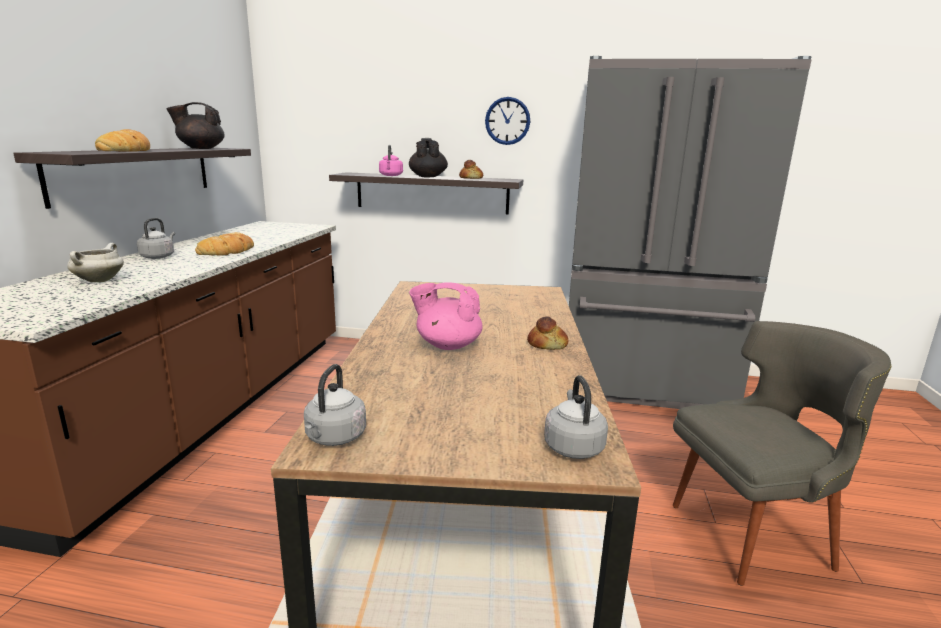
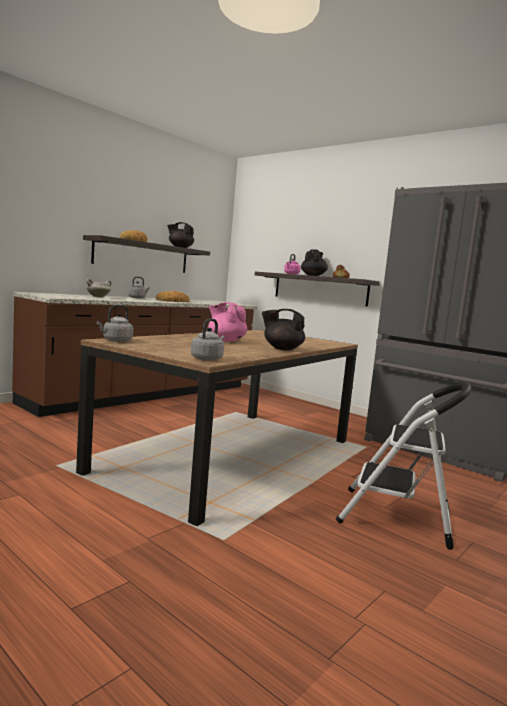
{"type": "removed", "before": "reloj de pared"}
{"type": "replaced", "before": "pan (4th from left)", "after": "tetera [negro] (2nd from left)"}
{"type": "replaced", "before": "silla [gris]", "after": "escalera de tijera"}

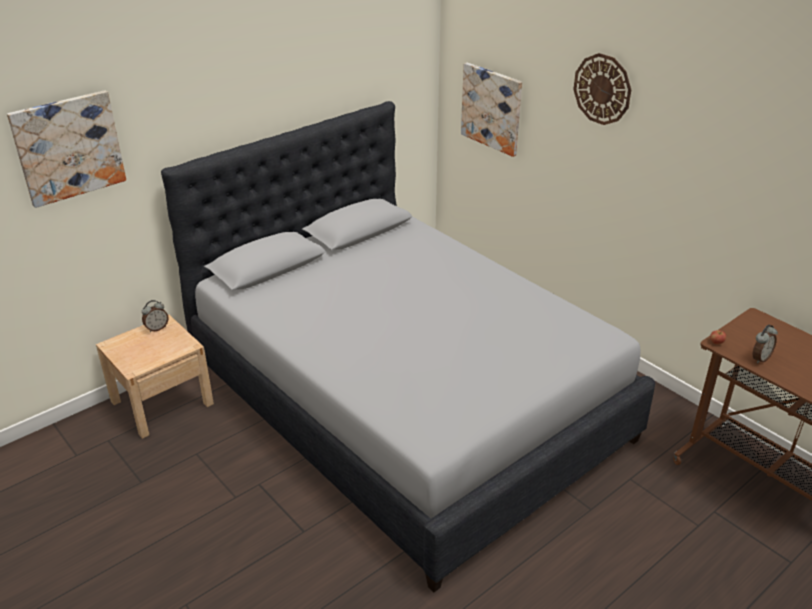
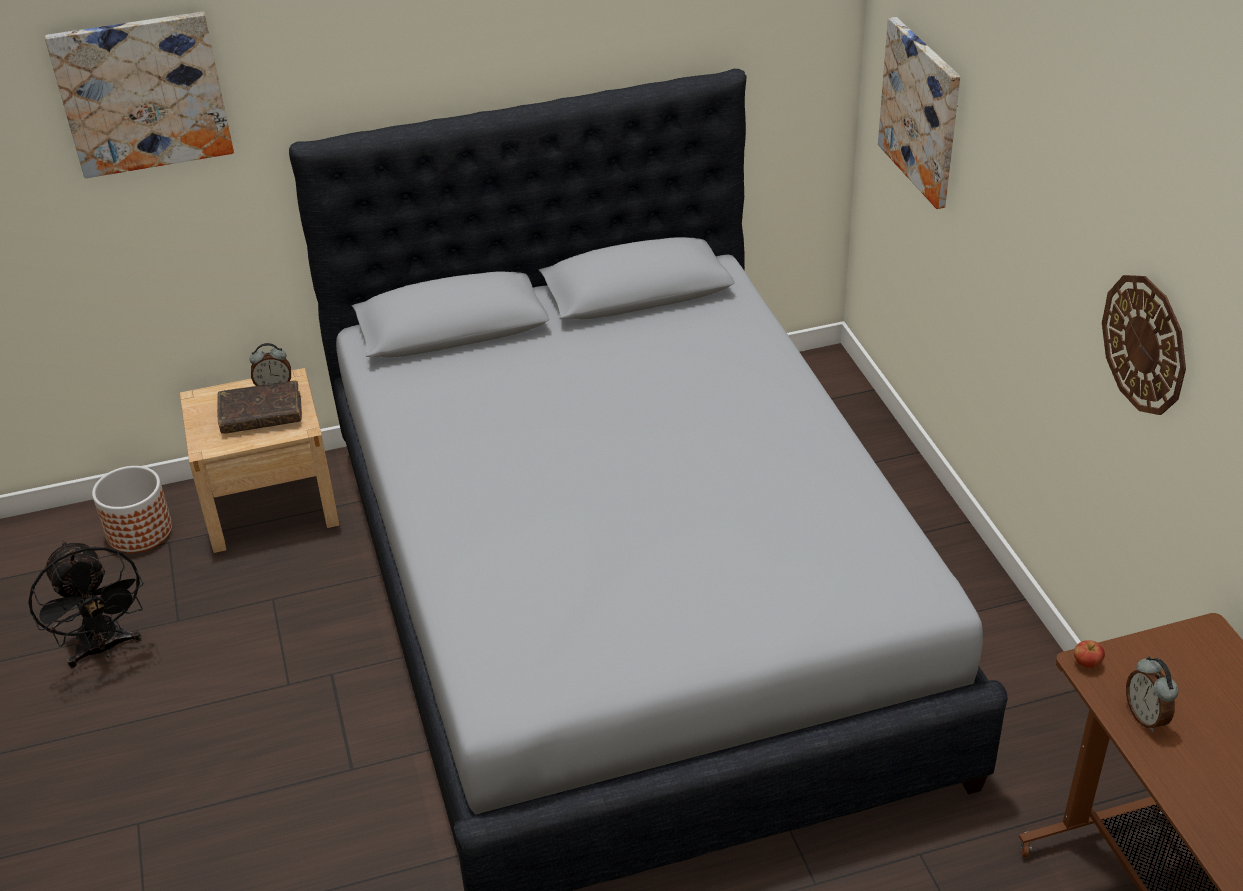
{"type": "moved", "before": "reloj de pared"}
{"type": "turned", "before": "despertador (2nd from left)", "turn": 90}
{"type": "added", "after": "libro [marrón]"}
{"type": "added", "after": "maceta"}
{"type": "added", "after": "ventilador [negro]"}

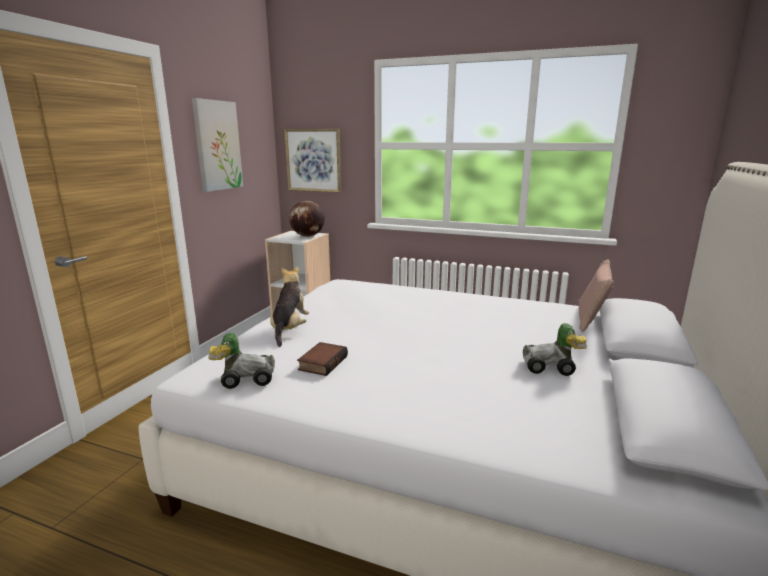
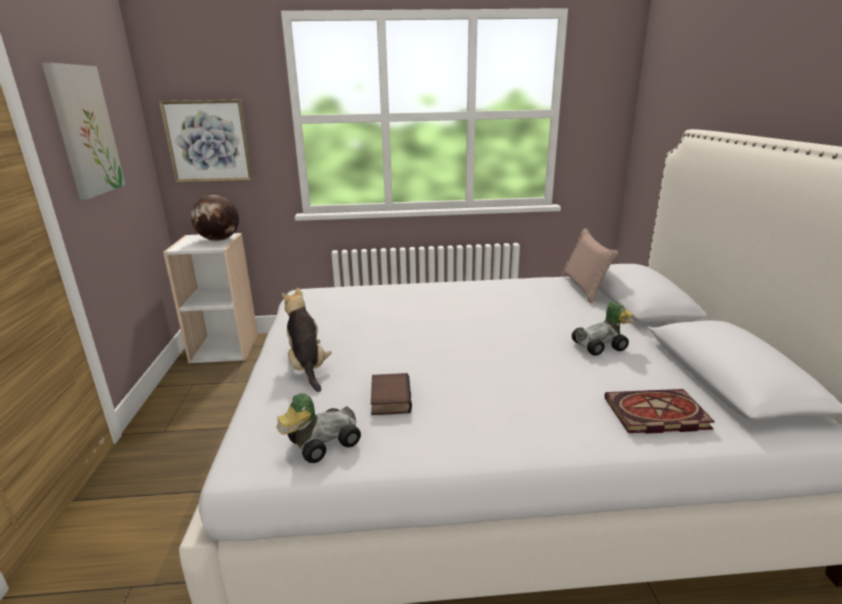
{"type": "added", "after": "libro (2nd from left)"}

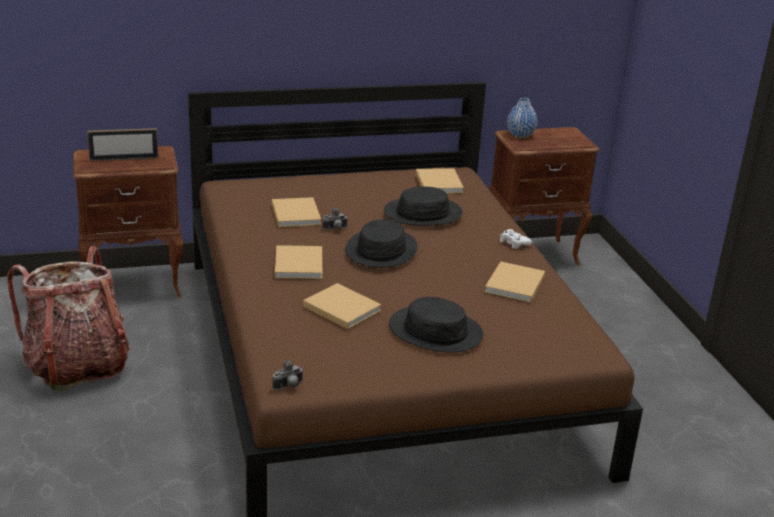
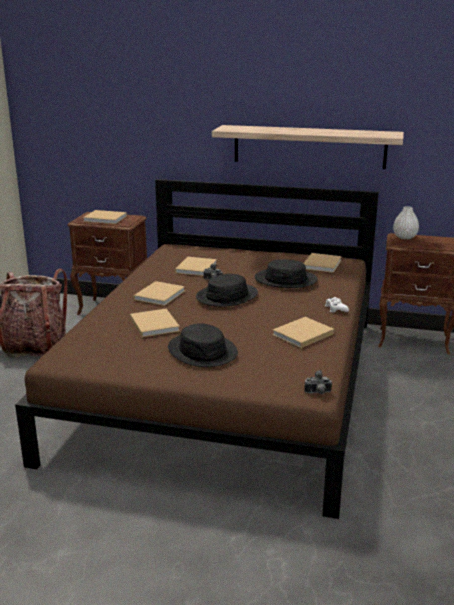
{"type": "recoloured", "before": "florero [azul]", "after": "florero [blanco]"}
{"type": "replaced", "before": "portarretratos", "after": "libro [beis] (1st from left)"}
{"type": "moved", "before": "cámara (1st from left in the first image)", "after": "cámara (2nd from left)"}
{"type": "added", "after": "estante"}

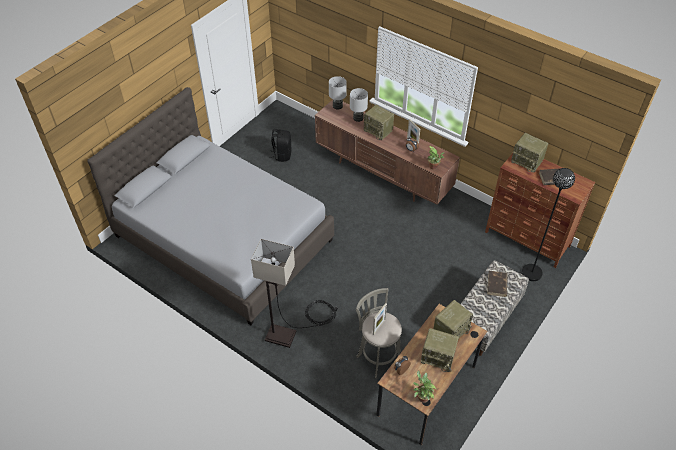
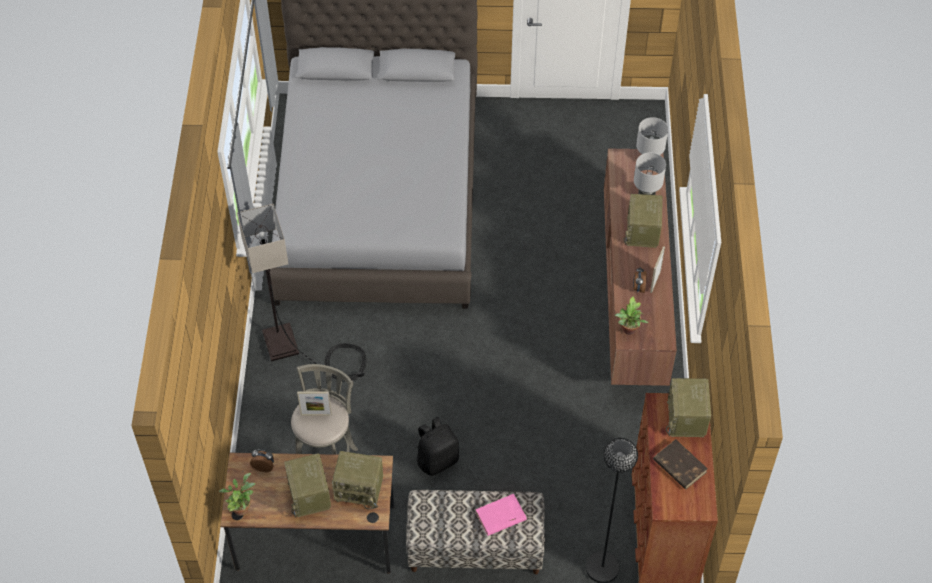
{"type": "moved", "before": "mochila [negro]"}
{"type": "recoloured", "before": "libro [marrón] (1st from left)", "after": "libro [rosa]"}

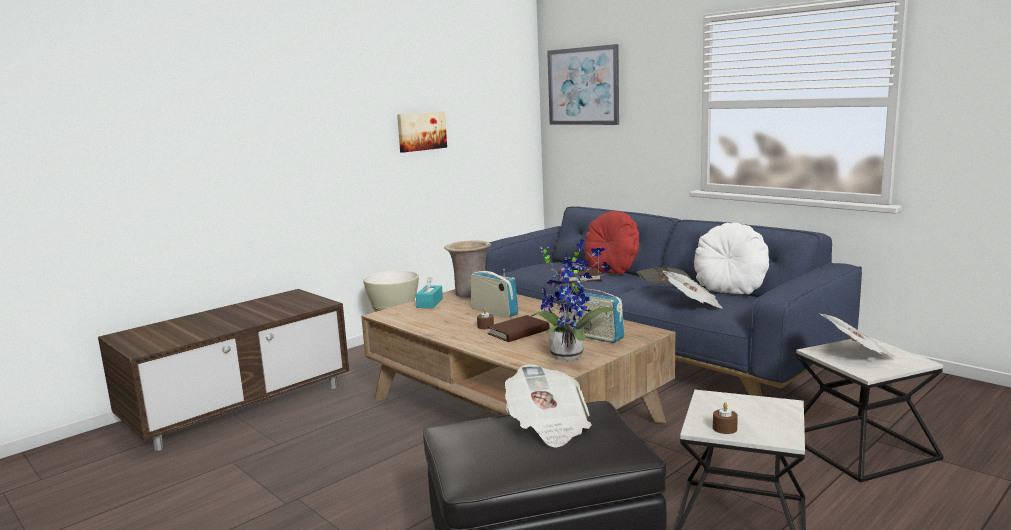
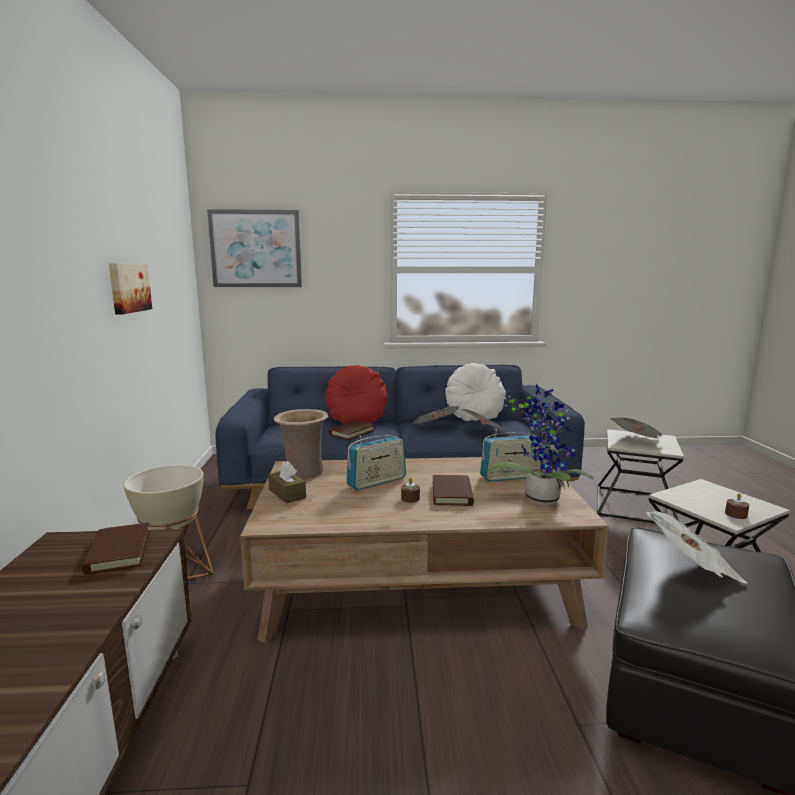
{"type": "turned", "before": "radio (1st from left)", "turn": 150}
{"type": "recoloured", "before": "caja de pañuelos [turquesa]", "after": "caja de pañuelos [marrón]"}
{"type": "added", "after": "libro [marrón] (1st from left)"}

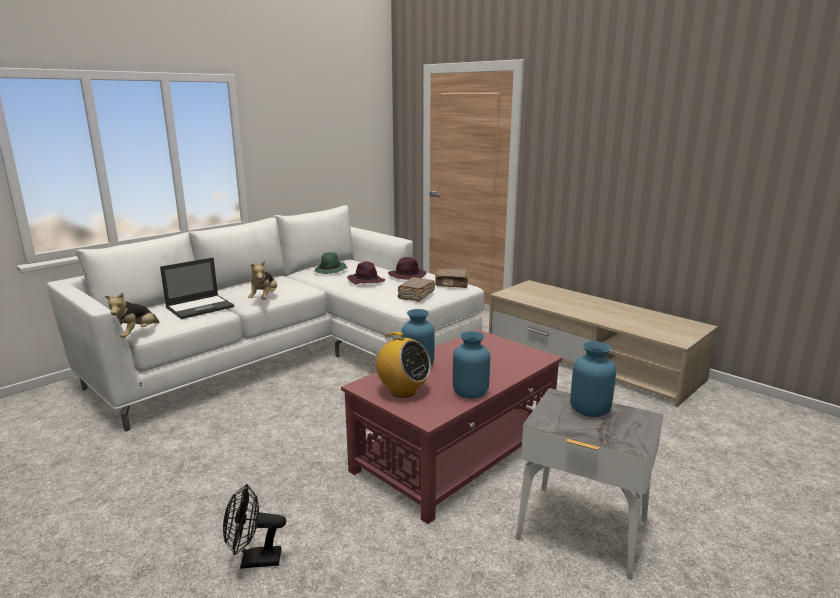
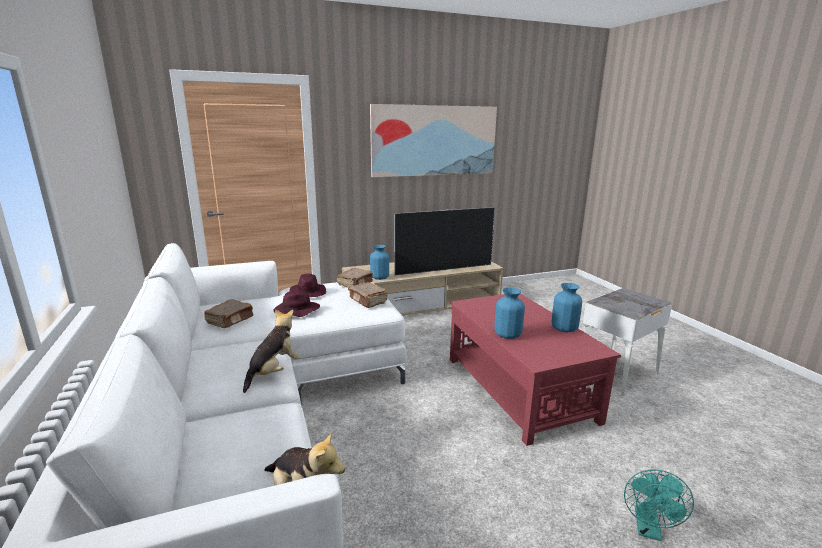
{"type": "replaced", "before": "sombrero [verde]", "after": "libro [marrón] (1st from left)"}
{"type": "removed", "before": "portátil"}
{"type": "turned", "before": "peluche (2nd from left in the first image)", "turn": -90}
{"type": "removed", "before": "radio"}
{"type": "moved", "before": "florero [azul] (3rd from left in the first image)", "after": "florero [azul] (1st from left)"}
{"type": "recoloured", "before": "ventilador [negro]", "after": "ventilador [turquesa]"}
{"type": "added", "after": "cuadro"}
{"type": "added", "after": "televisor"}

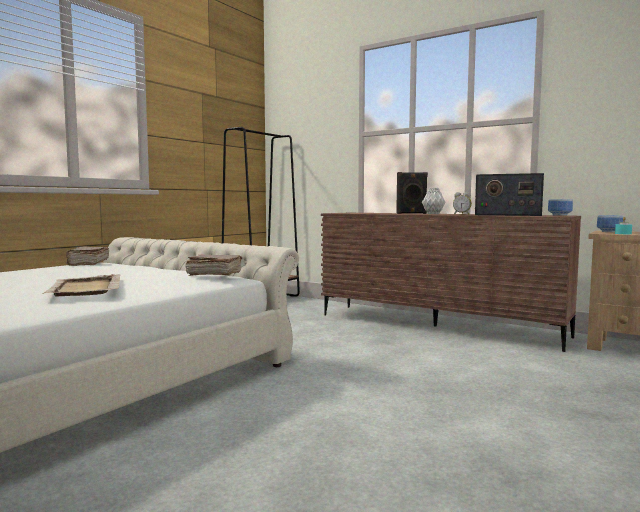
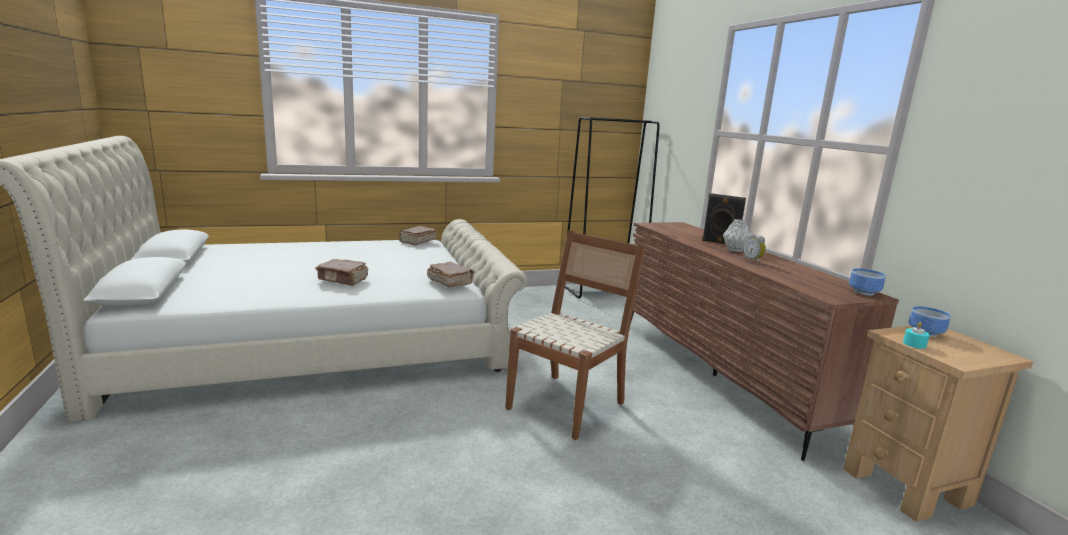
{"type": "removed", "before": "radio"}
{"type": "replaced", "before": "bandeja [beis]", "after": "libro [marrón] (1st from left)"}
{"type": "added", "after": "silla"}

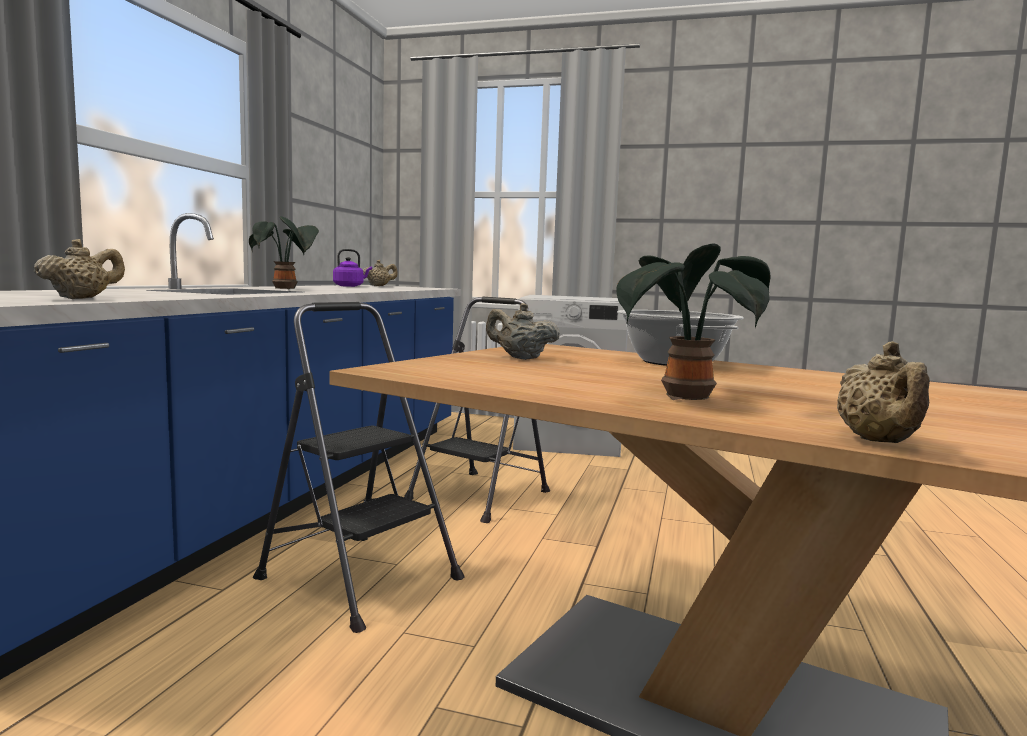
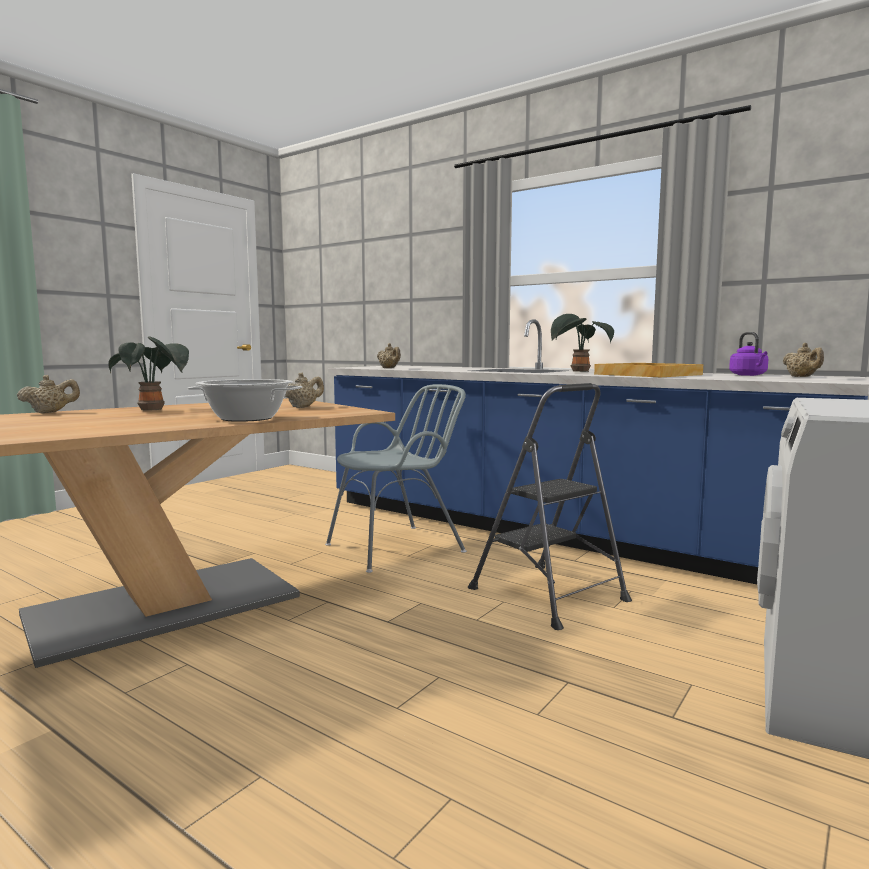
{"type": "replaced", "before": "escalera de tijera [negro] (1st from left)", "after": "silla [gris]"}
{"type": "turned", "before": "tetera [beis] (4th from left in the first image)", "turn": 120}
{"type": "added", "after": "bandeja [beis]"}

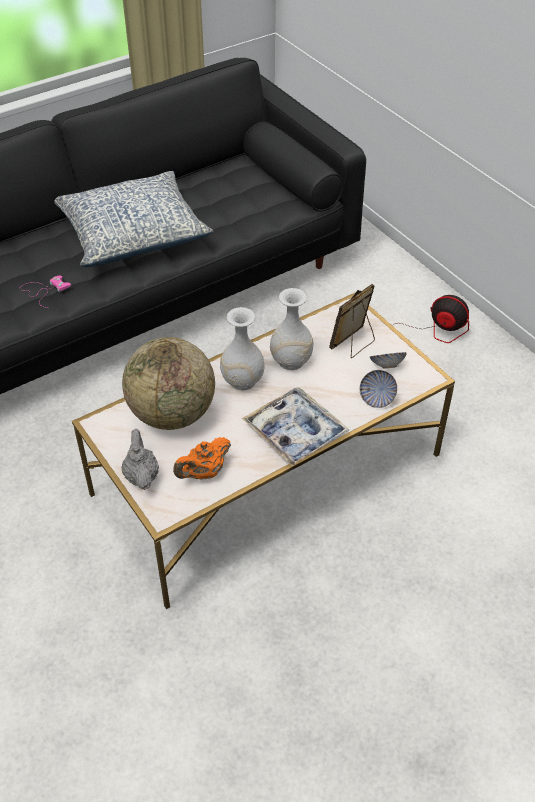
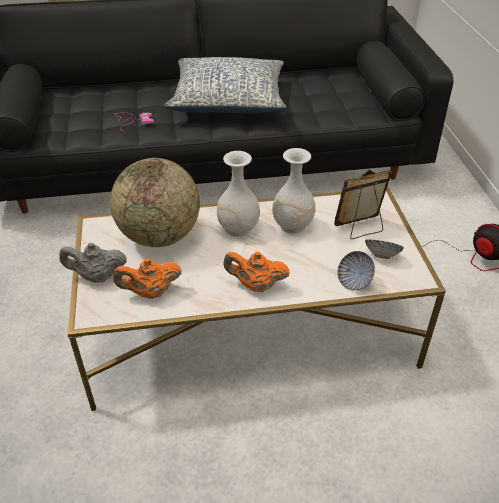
{"type": "replaced", "before": "bandeja", "after": "tetera [naranja] (2nd from left)"}
{"type": "turned", "before": "tetera [gris]", "turn": -105}

